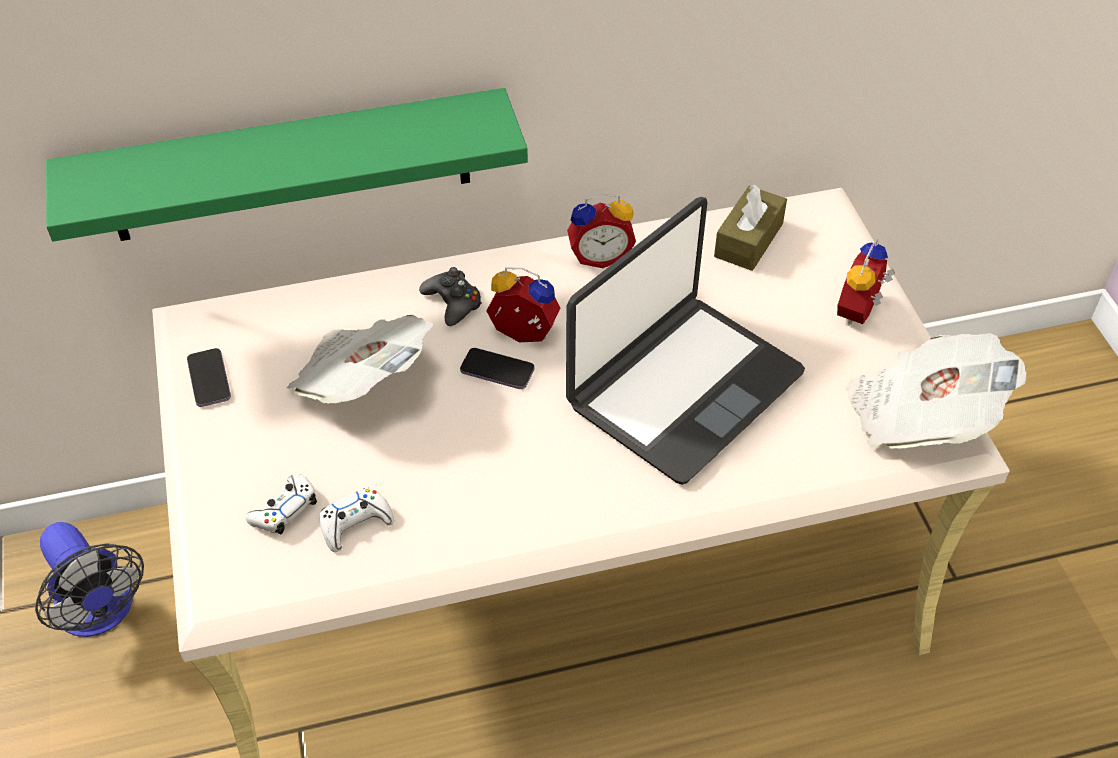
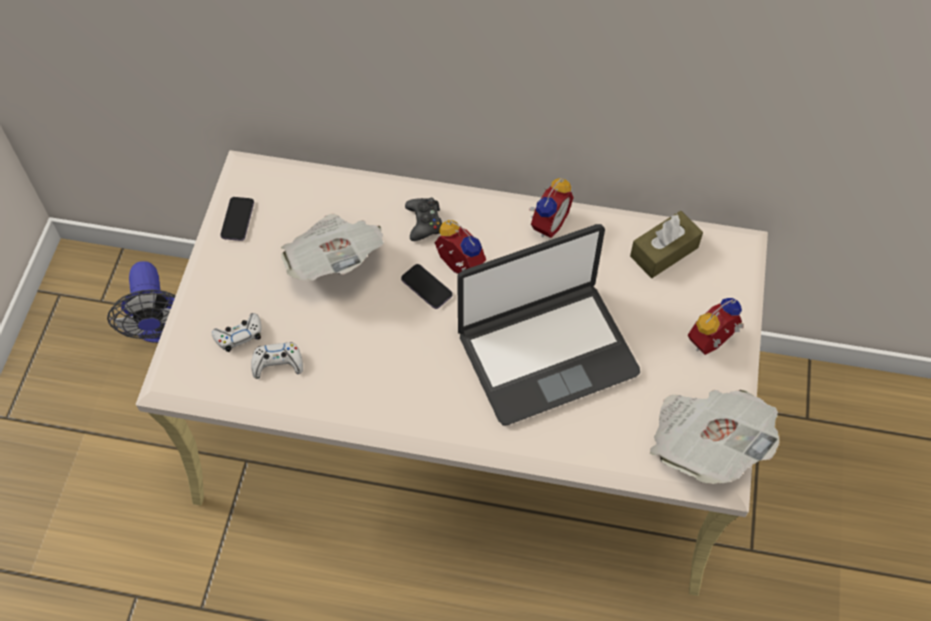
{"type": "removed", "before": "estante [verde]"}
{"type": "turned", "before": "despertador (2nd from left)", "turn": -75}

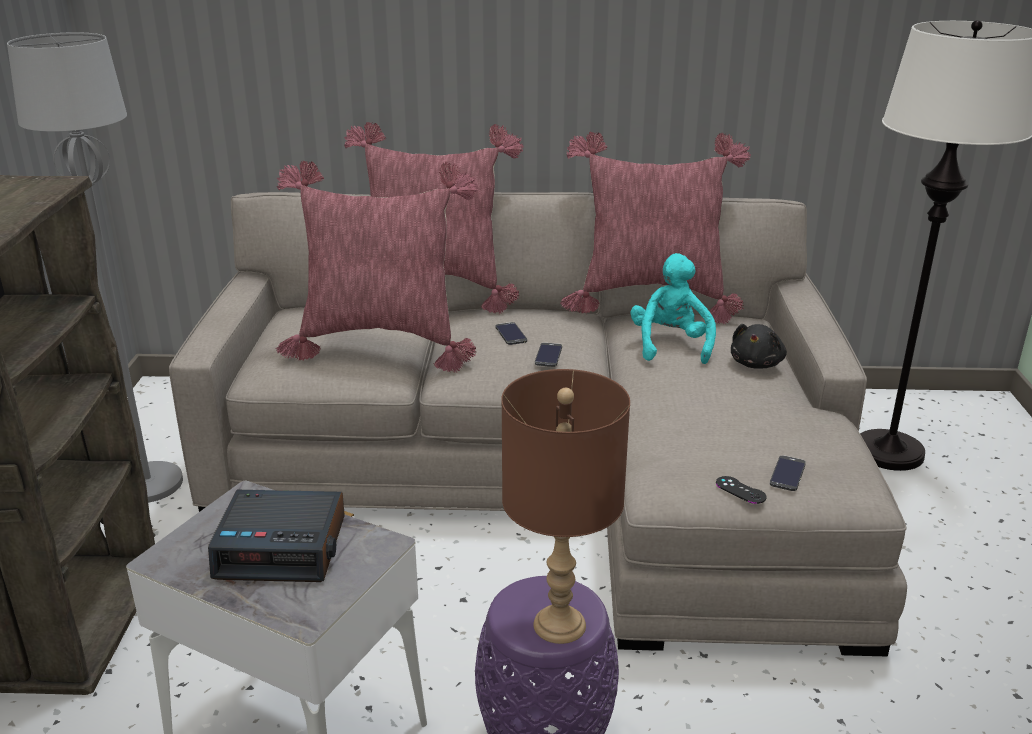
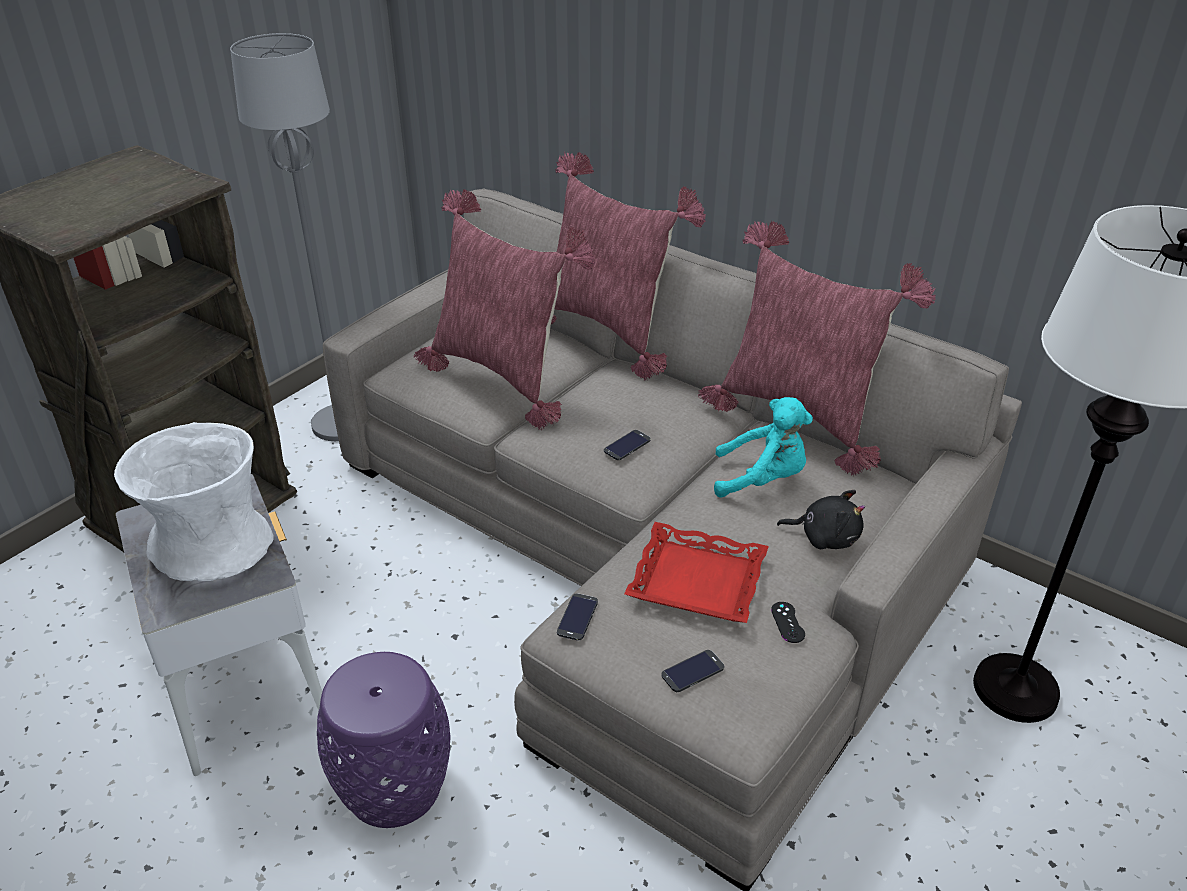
{"type": "turned", "before": "peluche [turquesa]", "turn": 60}
{"type": "moved", "before": "móvil (1st from left)"}
{"type": "turned", "before": "peluche [negro]", "turn": -135}
{"type": "removed", "before": "lámpara de mesa [marrón]"}
{"type": "moved", "before": "mando de consola [negro]"}
{"type": "replaced", "before": "despertador", "after": "florero [blanco]"}
{"type": "added", "after": "bandeja [rojo]"}

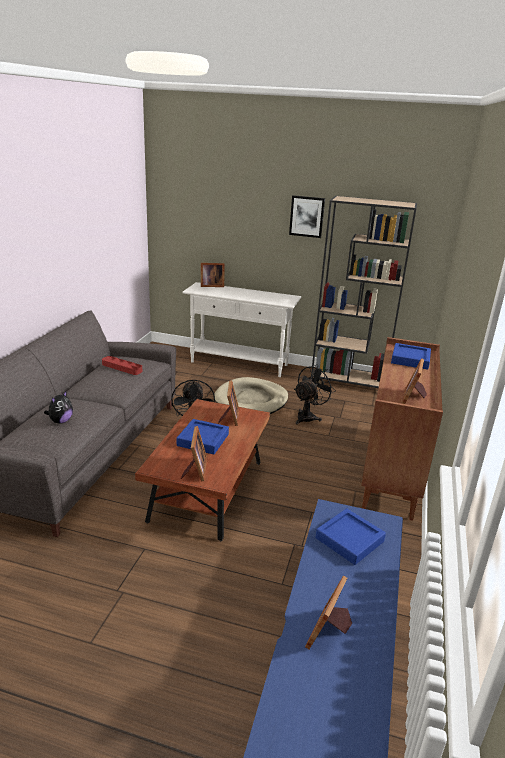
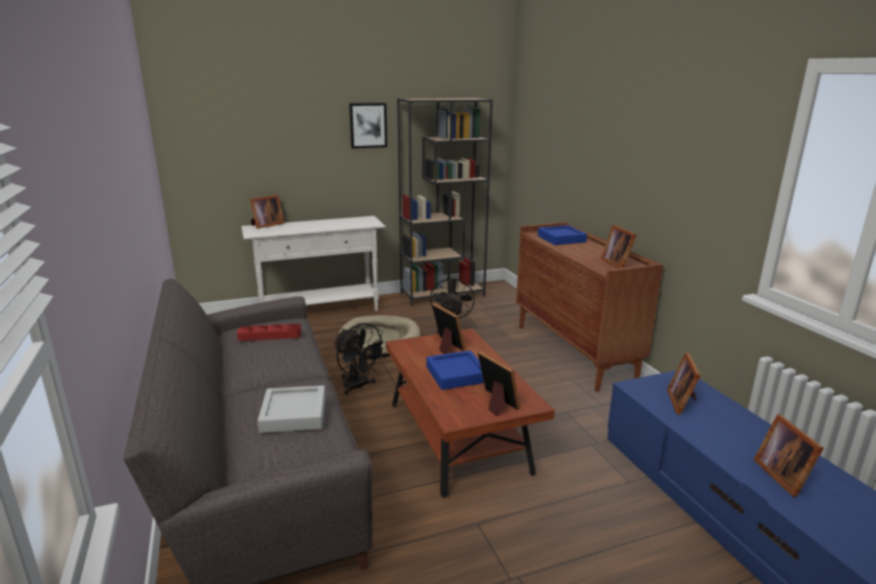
{"type": "replaced", "before": "peluche", "after": "bandeja [gris]"}
{"type": "replaced", "before": "bandeja [azul] (2nd from left)", "after": "portarretratos (5th from left)"}

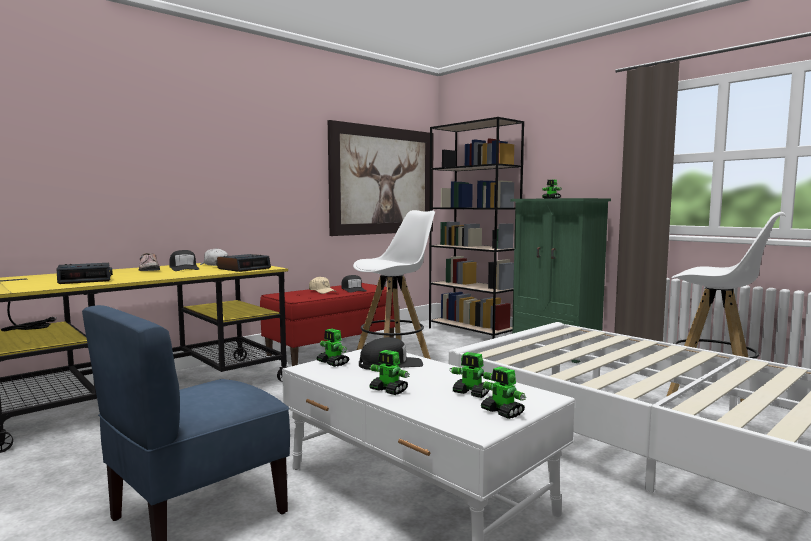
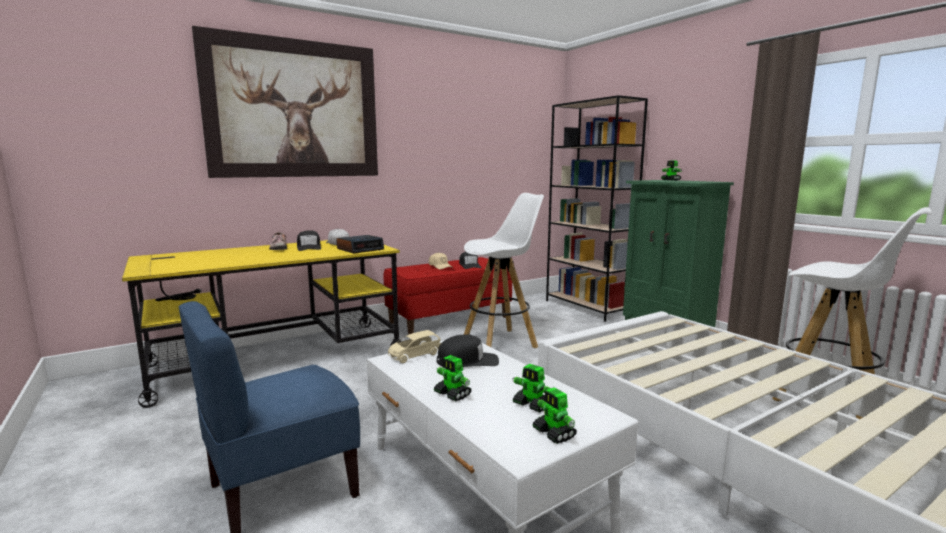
{"type": "moved", "before": "cuadro"}
{"type": "removed", "before": "despertador (1st from left)"}
{"type": "replaced", "before": "robot de juguete (1st from left)", "after": "coche de juguete [beis]"}

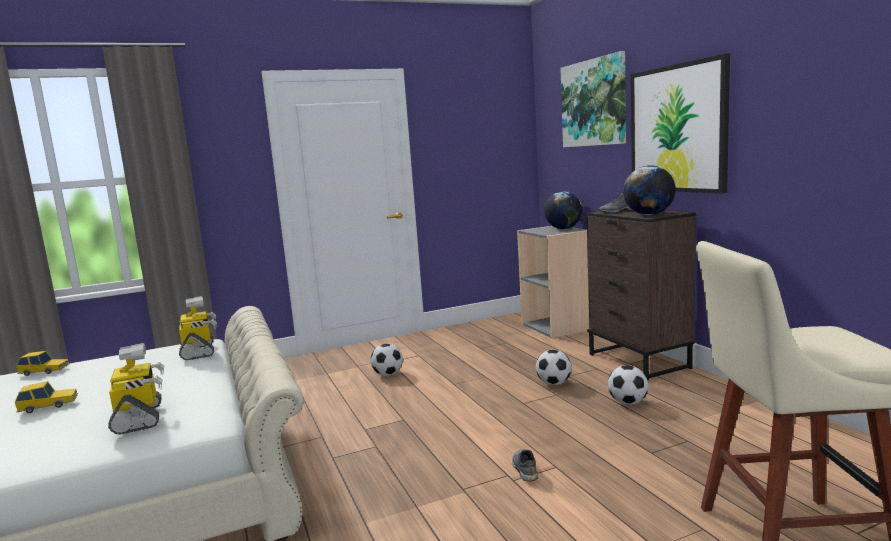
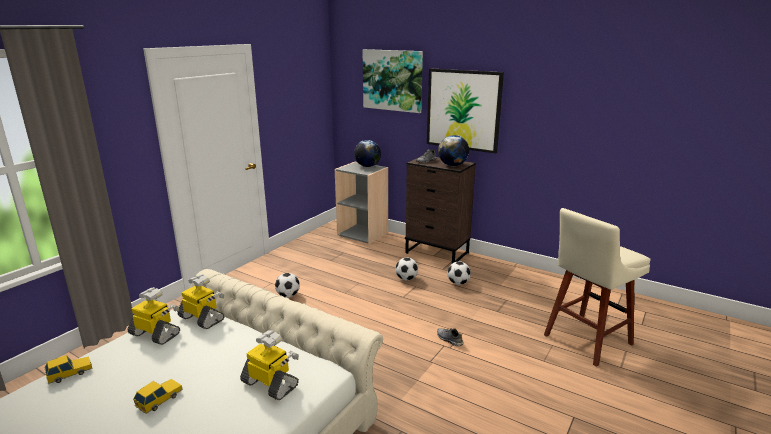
{"type": "added", "after": "robot de juguete (1st from left)"}

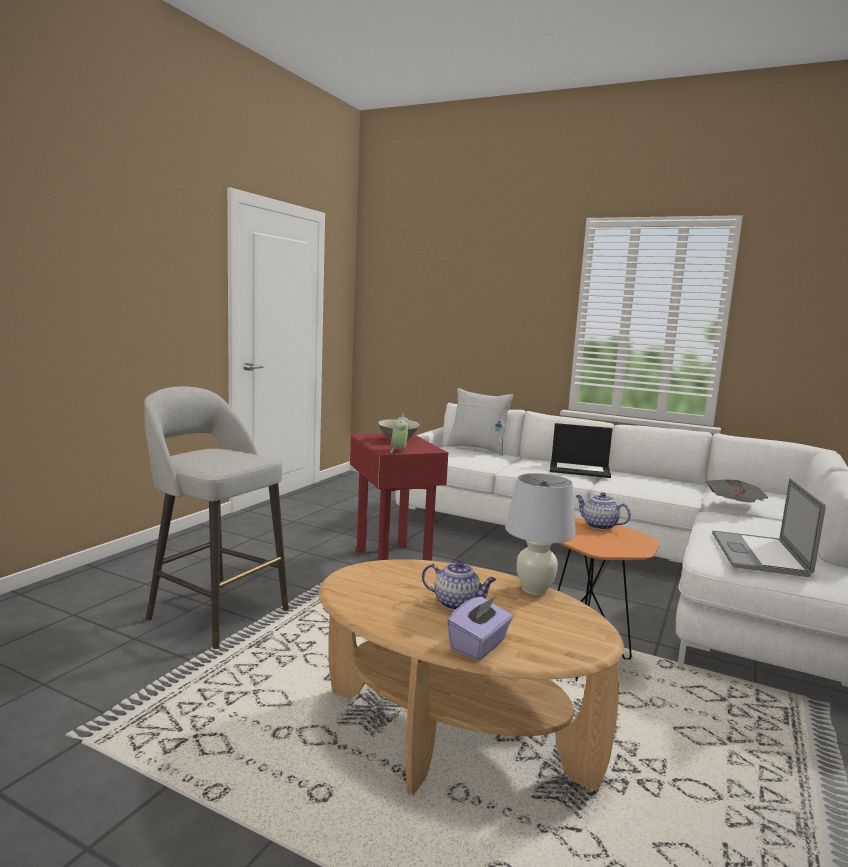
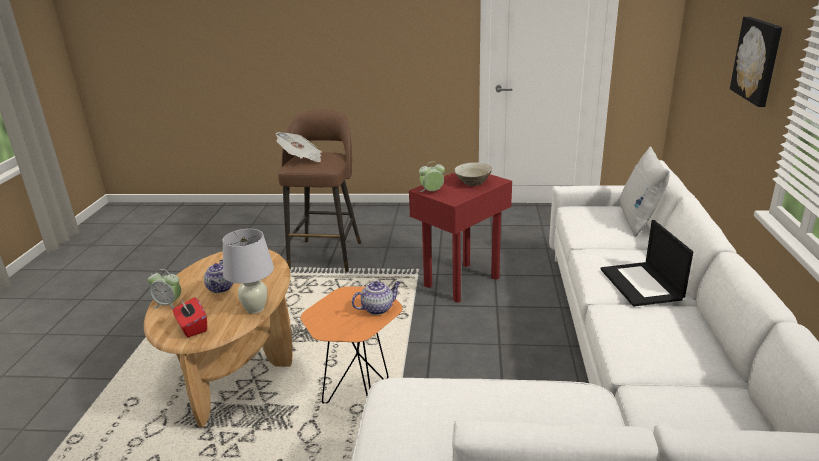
{"type": "recoloured", "before": "taburete [gris]", "after": "taburete [marrón]"}
{"type": "removed", "before": "portátil (2nd from left)"}
{"type": "moved", "before": "periódico"}
{"type": "turned", "before": "tetera (2nd from left)", "turn": 45}
{"type": "replaced", "before": "caja de pañuelos [morado]", "after": "despertador (1st from left)"}
{"type": "added", "after": "cuadro"}
{"type": "added", "after": "caja de pañuelos [rojo]"}

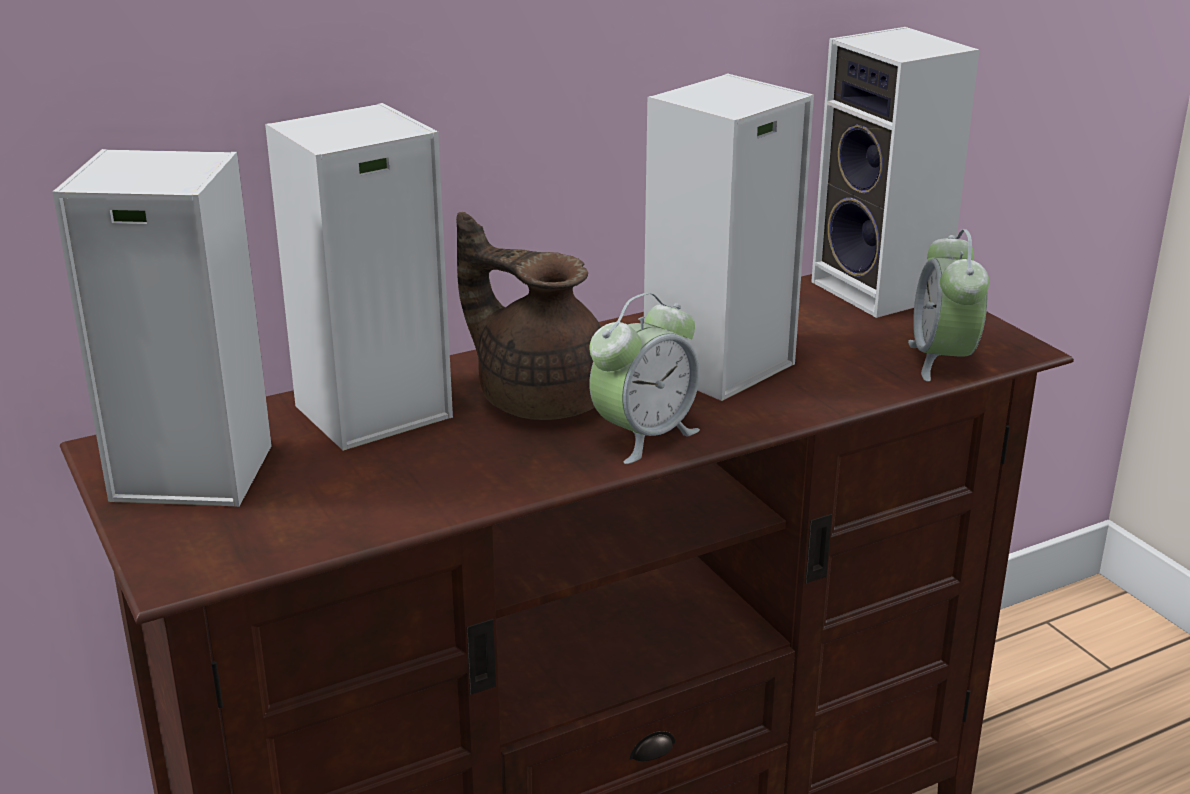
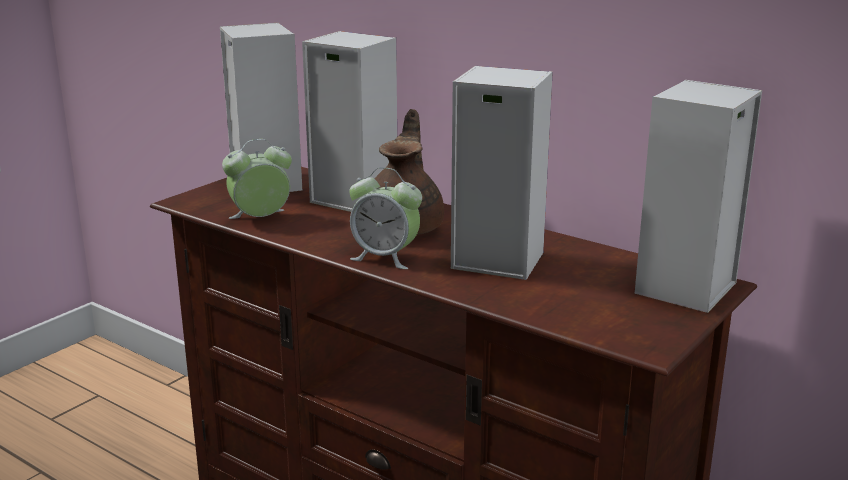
{"type": "moved", "before": "despertador (2nd from left in the first image)", "after": "despertador (1st from left)"}

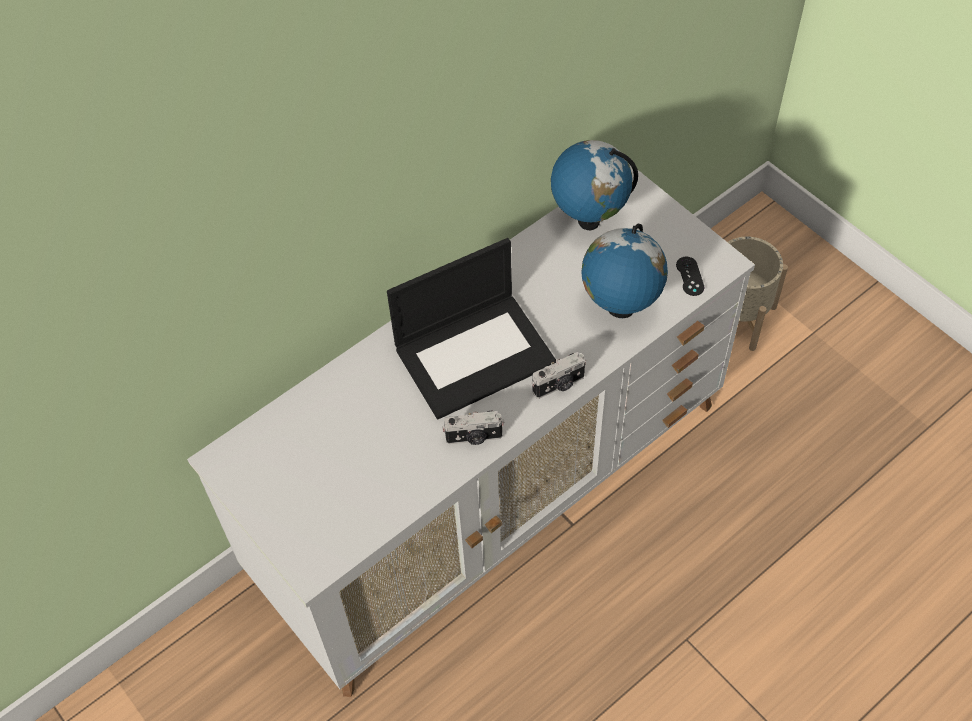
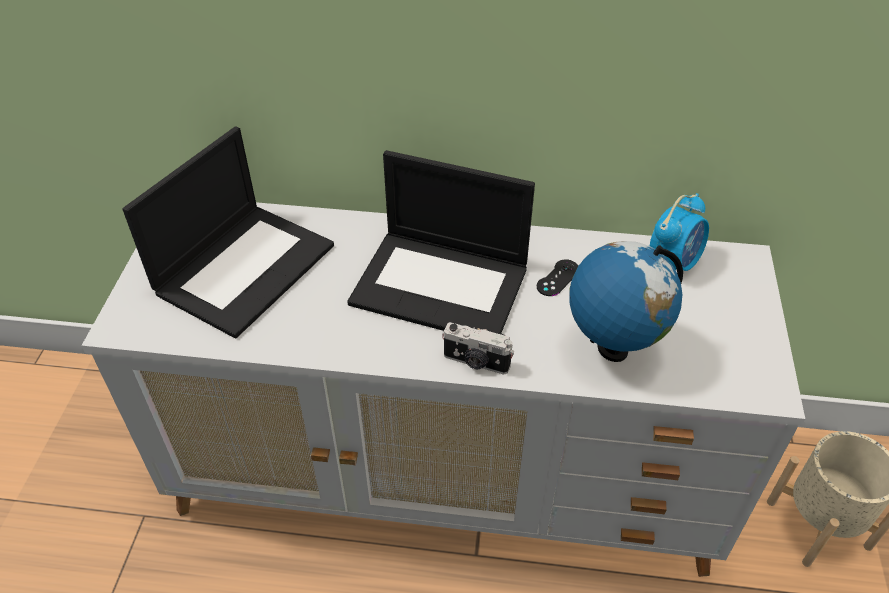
{"type": "replaced", "before": "globo terráqueo (1st from left)", "after": "despertador"}
{"type": "moved", "before": "mando de consola [negro]"}
{"type": "removed", "before": "cámara (1st from left)"}
{"type": "added", "after": "portátil (1st from left)"}

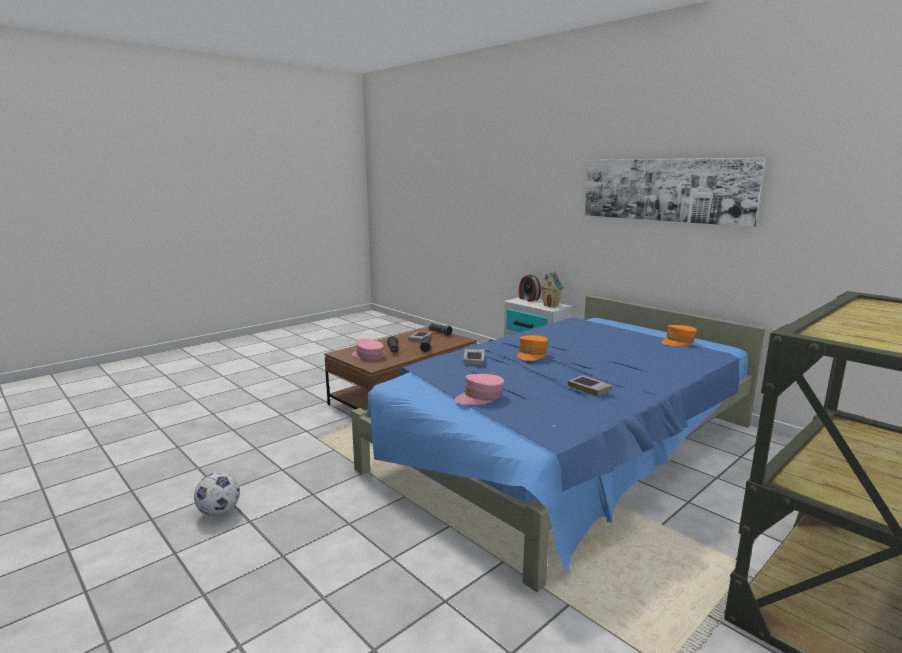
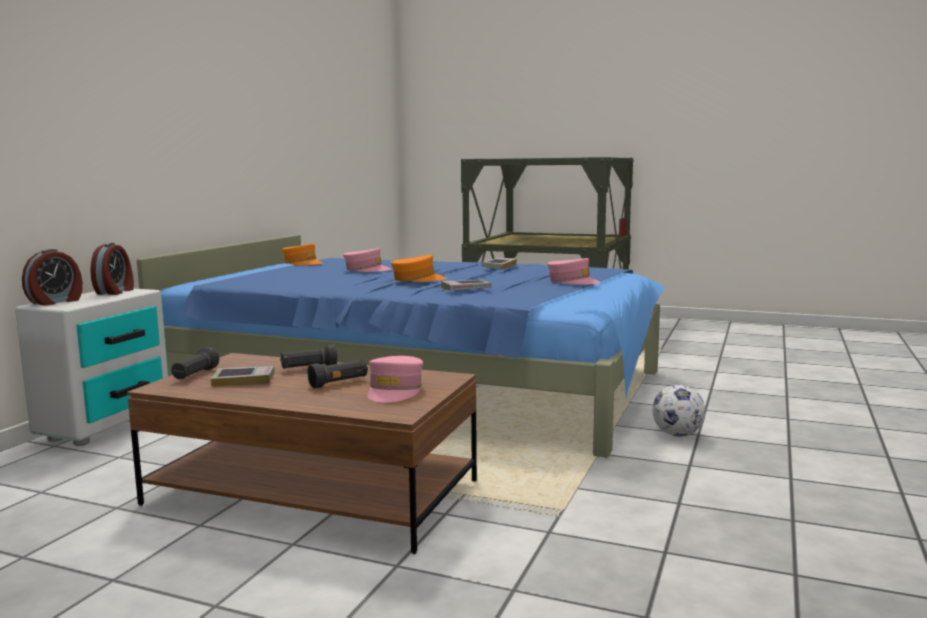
{"type": "removed", "before": "cuadro"}
{"type": "replaced", "before": "casita", "after": "despertador (2nd from left)"}
{"type": "moved", "before": "balón de fútbol"}
{"type": "added", "after": "gorra [rosa] (1st from left)"}

